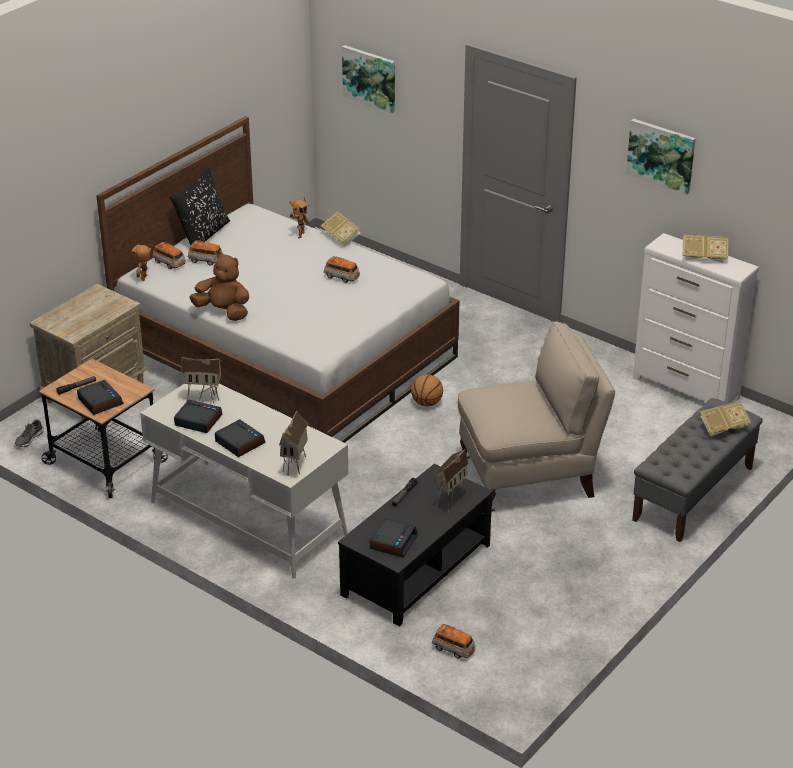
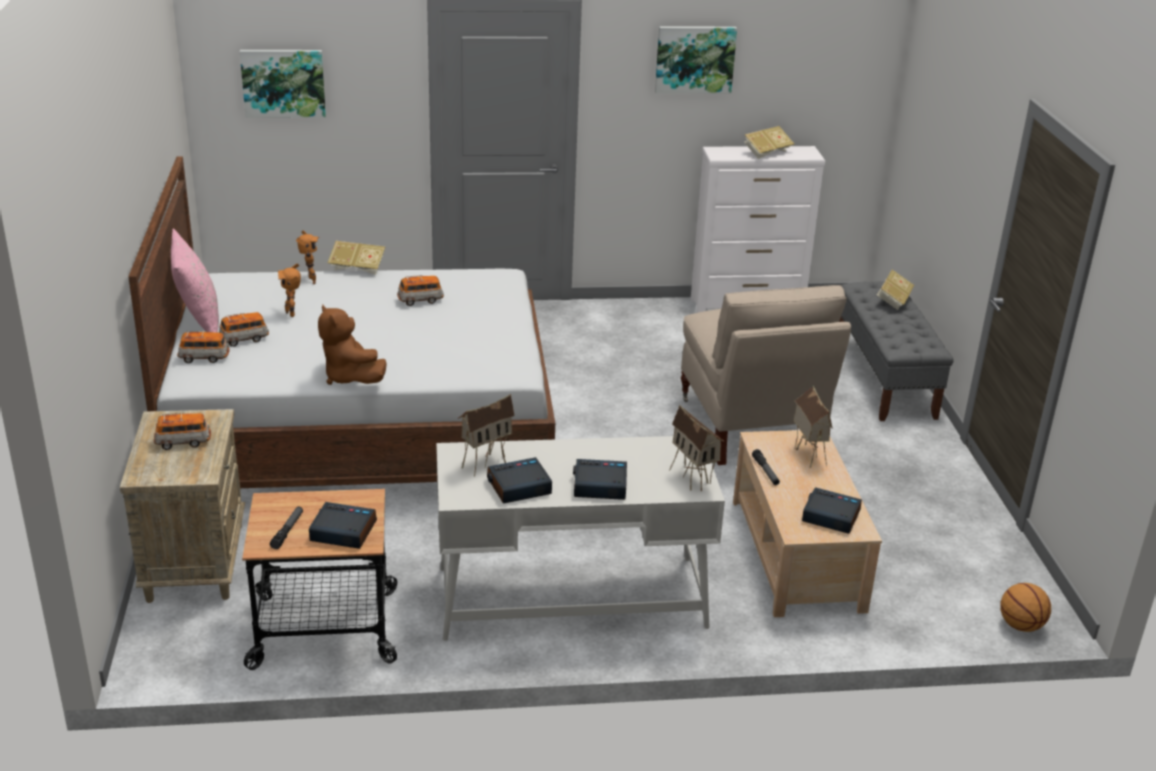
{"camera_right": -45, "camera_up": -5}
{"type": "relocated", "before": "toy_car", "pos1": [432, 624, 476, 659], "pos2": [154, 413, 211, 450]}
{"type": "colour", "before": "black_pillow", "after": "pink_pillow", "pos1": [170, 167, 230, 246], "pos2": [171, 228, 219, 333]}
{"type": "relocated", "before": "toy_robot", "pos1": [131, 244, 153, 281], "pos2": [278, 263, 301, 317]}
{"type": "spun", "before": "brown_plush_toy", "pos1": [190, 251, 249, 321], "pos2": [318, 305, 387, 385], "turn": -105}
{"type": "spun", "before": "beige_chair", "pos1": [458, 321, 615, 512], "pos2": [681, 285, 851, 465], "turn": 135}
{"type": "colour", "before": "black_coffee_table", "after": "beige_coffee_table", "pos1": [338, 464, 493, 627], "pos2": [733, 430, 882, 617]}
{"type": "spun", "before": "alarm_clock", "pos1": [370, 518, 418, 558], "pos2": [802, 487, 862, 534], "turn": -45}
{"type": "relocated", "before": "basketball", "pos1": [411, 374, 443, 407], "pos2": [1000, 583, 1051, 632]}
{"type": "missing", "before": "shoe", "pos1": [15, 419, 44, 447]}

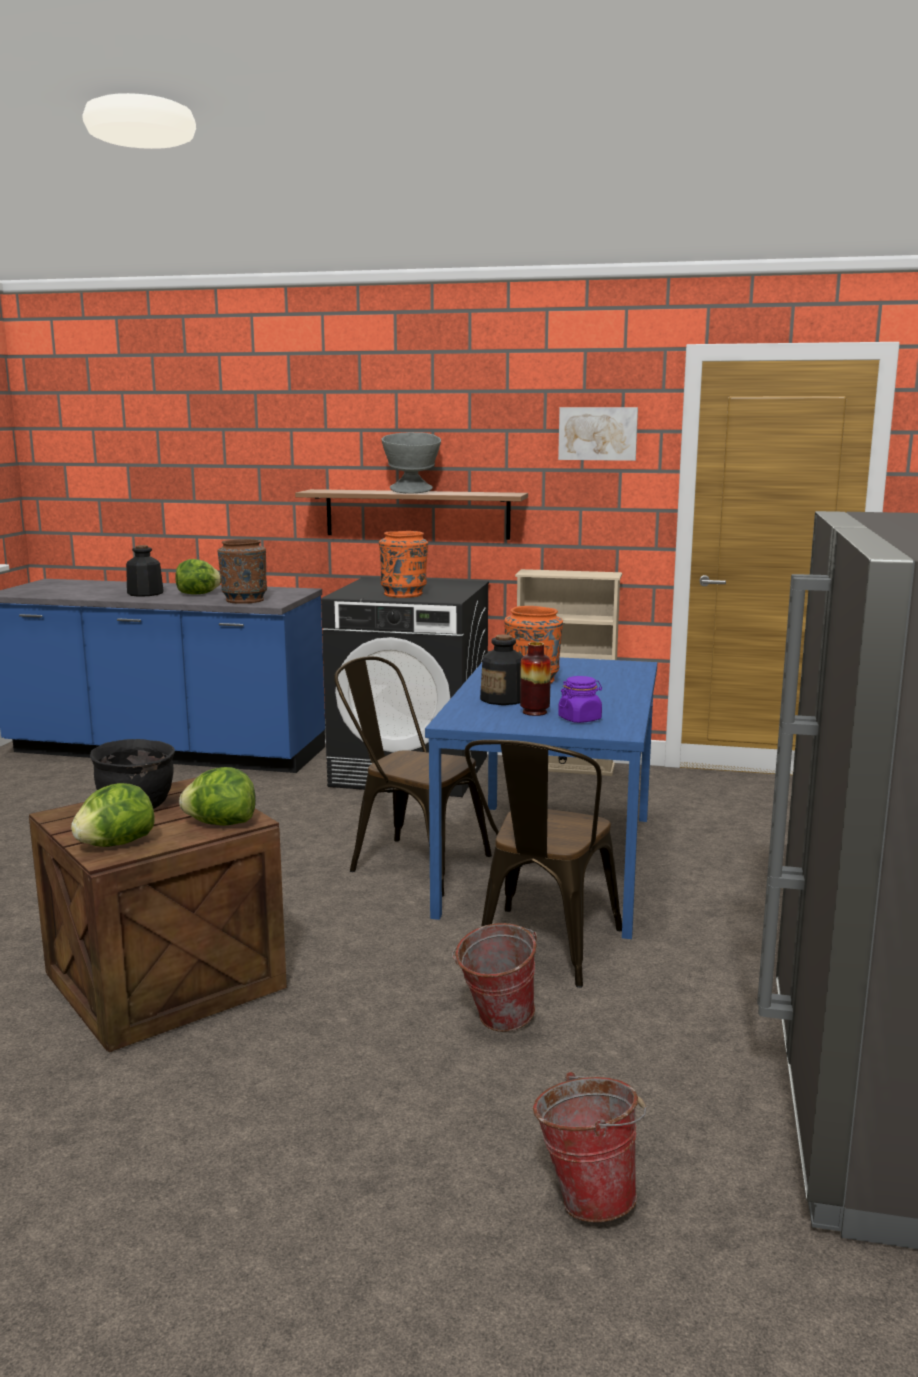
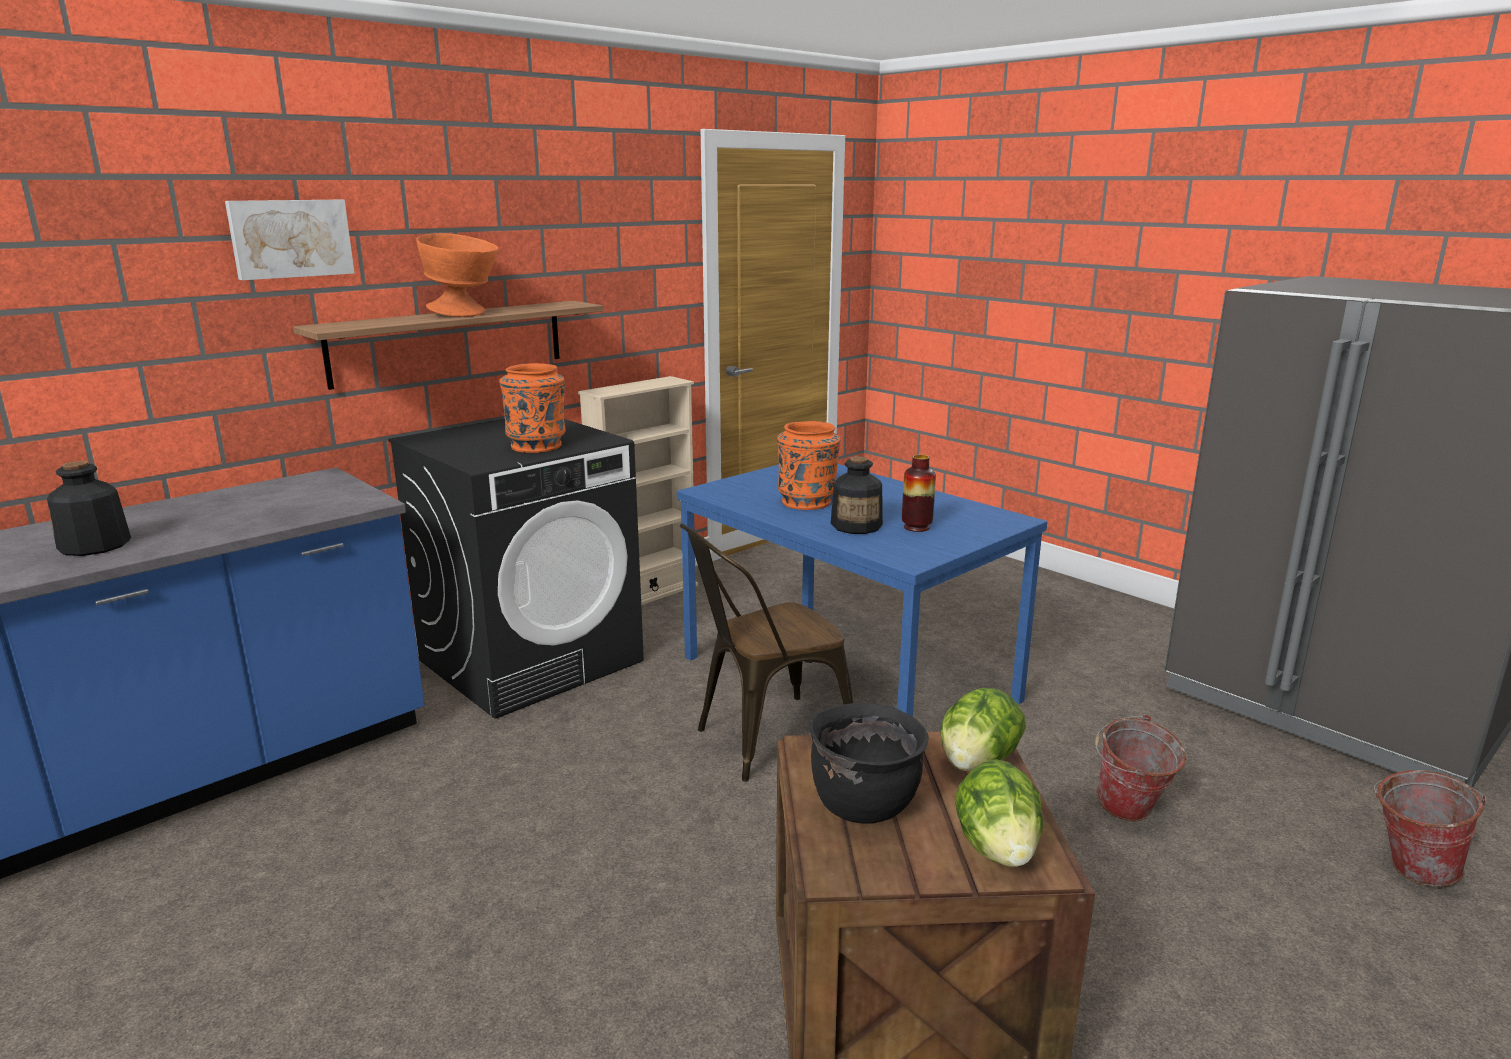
{"camera_right": -55, "camera_up": 5}
{"type": "relocated", "before": "picture", "pos1": [558, 407, 638, 461], "pos2": [225, 200, 355, 280]}
{"type": "colour", "before": "grey_bowl", "after": "orange_bowl", "pos1": [381, 432, 441, 494], "pos2": [416, 234, 499, 317]}
{"type": "missing", "before": "lettuce", "pos1": [175, 559, 221, 594]}
{"type": "missing", "before": "brown_vase", "pos1": [217, 539, 267, 604]}
{"type": "missing", "before": "brown_chair", "pos1": [465, 740, 622, 988]}
{"type": "missing", "before": "purple_jar", "pos1": [558, 676, 602, 723]}

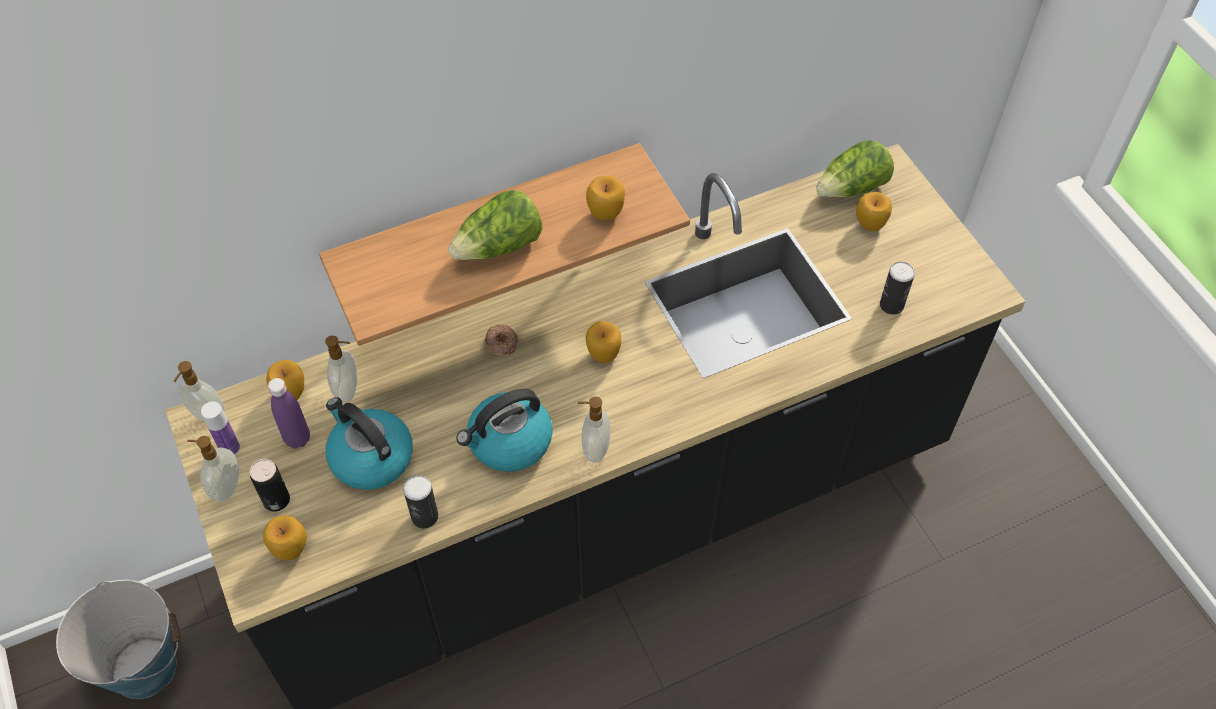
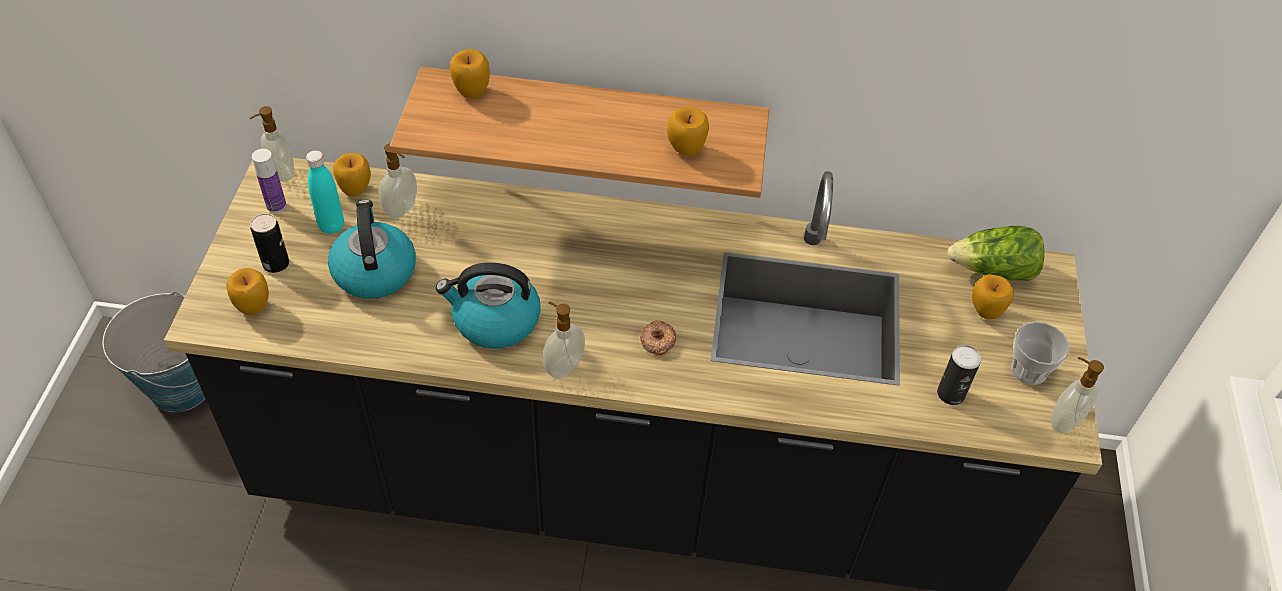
{"camera_right": 30, "camera_up": -5}
{"type": "colour", "before": "purple_bottle", "after": "turquoise_bottle", "pos1": [268, 378, 310, 449], "pos2": [306, 150, 344, 234]}
{"type": "relocated", "before": "apple", "pos1": [586, 321, 621, 363], "pos2": [450, 49, 490, 99]}
{"type": "relocated", "before": "donut", "pos1": [485, 324, 518, 356], "pos2": [640, 320, 676, 356]}
{"type": "appeared", "after": "cup", "pos2": [1011, 321, 1070, 385]}
{"type": "relocated", "before": "soap_dispenser", "pos1": [187, 436, 239, 501], "pos2": [1051, 357, 1104, 433]}
{"type": "missing", "before": "can", "pos1": [403, 475, 438, 528]}
{"type": "missing", "before": "lettuce", "pos1": [448, 190, 542, 260]}

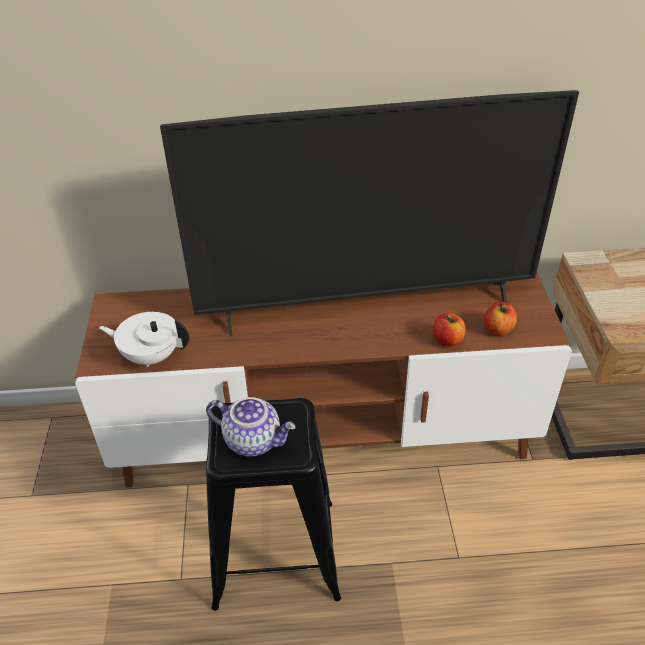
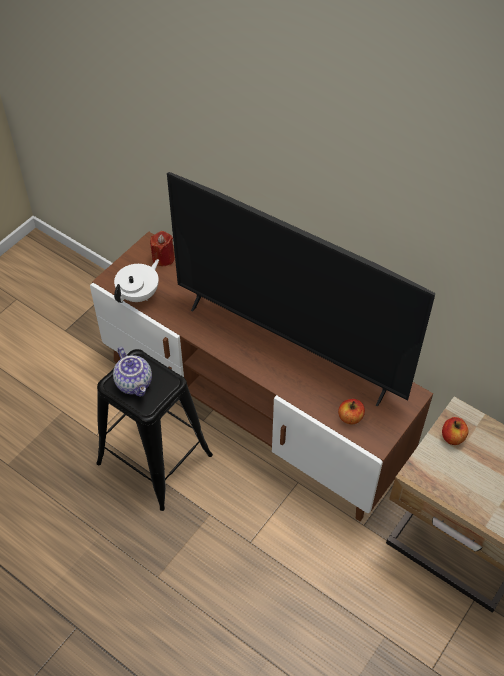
{"camera_right": 40, "camera_up": 10}
{"type": "spun", "before": "white_teapot", "pos1": [99, 312, 189, 367], "pos2": [114, 259, 159, 303], "turn": 75}
{"type": "appeared", "after": "red_candle", "pos2": [150, 231, 175, 266]}
{"type": "relocated", "before": "apple", "pos1": [433, 312, 465, 347], "pos2": [442, 417, 468, 445]}

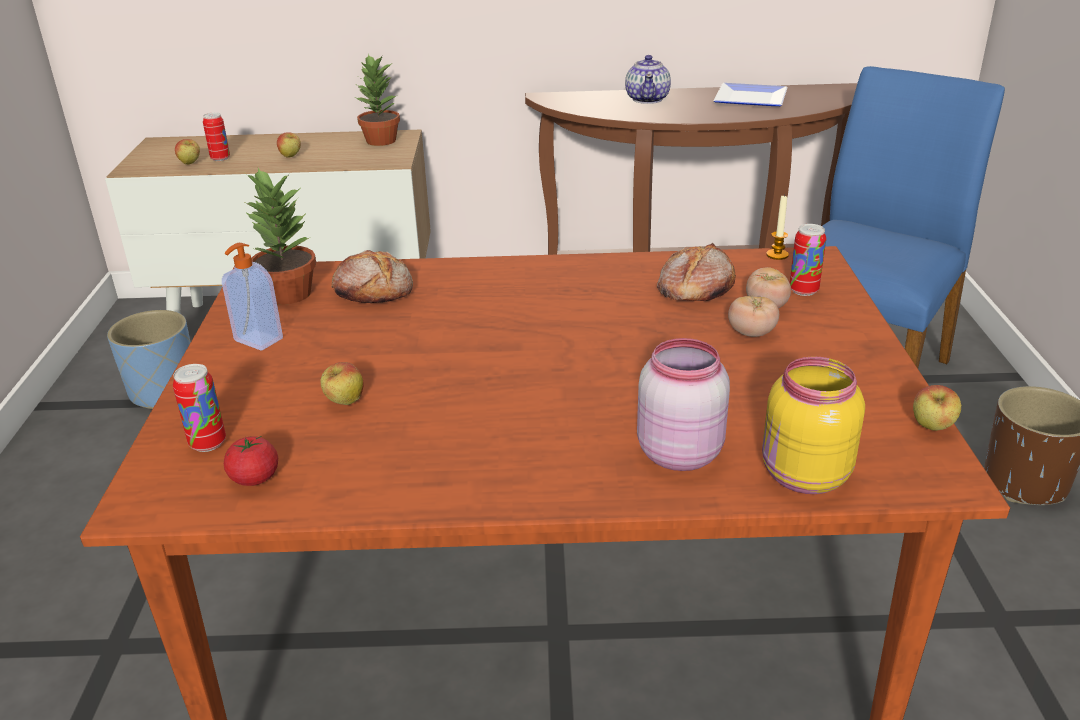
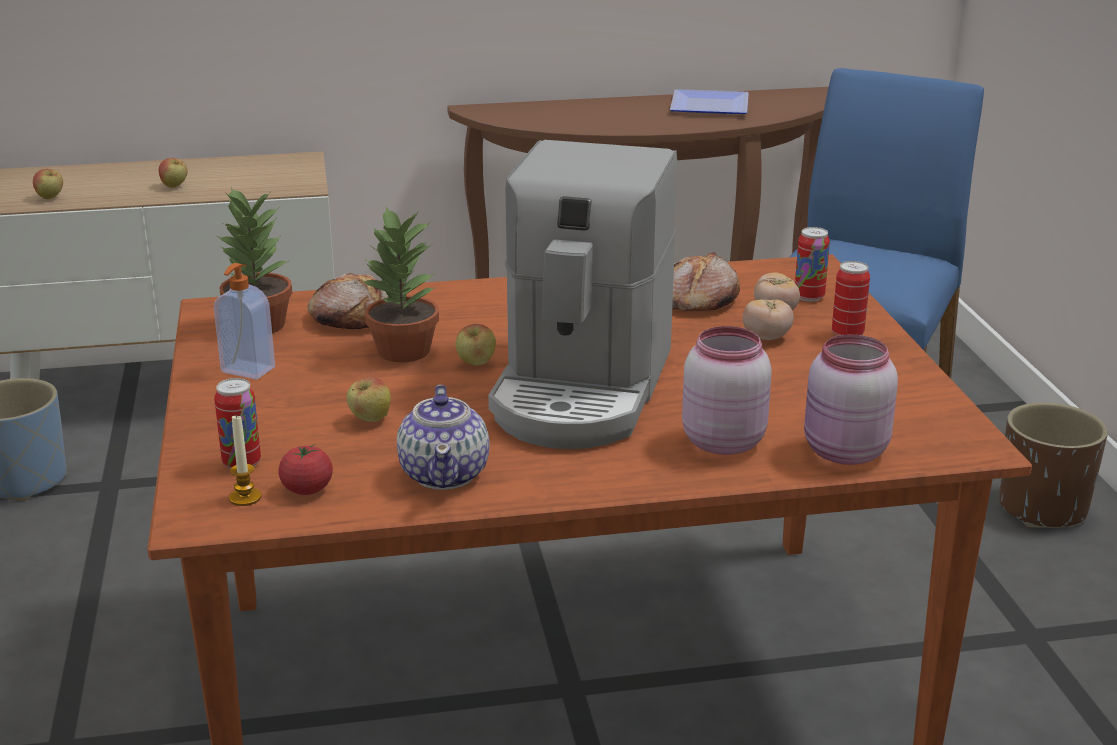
{"camera_right": -10, "camera_up": -5}
{"type": "relocated", "before": "candle", "pos1": [766, 194, 789, 260], "pos2": [229, 415, 262, 506]}
{"type": "relocated", "before": "potted_plant", "pos1": [357, 54, 400, 146], "pos2": [360, 207, 439, 362]}
{"type": "relocated", "before": "teapot", "pos1": [625, 55, 671, 104], "pos2": [397, 385, 489, 490]}
{"type": "relocated", "before": "apple", "pos1": [913, 385, 961, 431], "pos2": [455, 324, 496, 366]}
{"type": "appeared", "after": "coffee_machine", "pos2": [488, 140, 677, 449]}
{"type": "colour", "before": "yellow_jar", "after": "pink_jar", "pos1": [762, 356, 865, 494], "pos2": [804, 334, 898, 465]}
{"type": "relocated", "before": "can", "pos1": [203, 112, 230, 161], "pos2": [832, 261, 870, 336]}

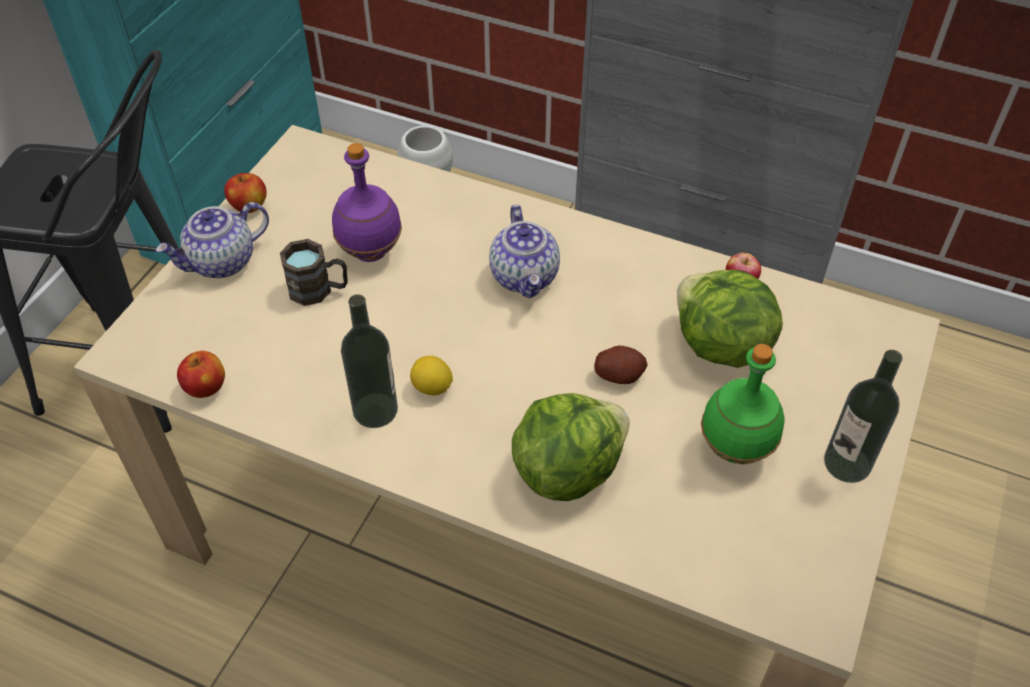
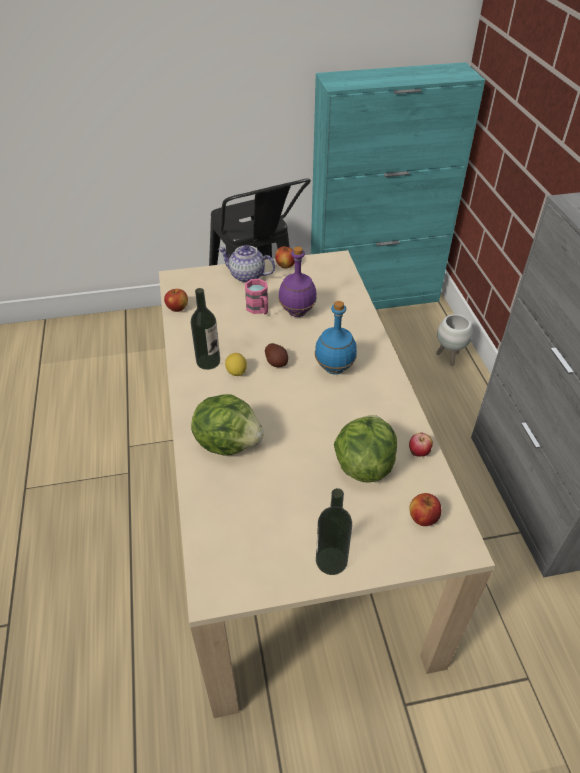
{"camera_right": 55, "camera_up": -5}
{"type": "colour", "before": "brown_mug", "after": "pink_mug", "pos1": [280, 239, 348, 306], "pos2": [245, 279, 268, 314]}
{"type": "relocated", "before": "potato", "pos1": [594, 345, 648, 384], "pos2": [265, 343, 288, 367]}
{"type": "exchanged", "before": "teapot", "after": "blue_bottle", "pos1": [489, 205, 560, 299], "pos2": [315, 301, 357, 375]}
{"type": "appeared", "after": "apple", "pos2": [409, 493, 441, 526]}
{"type": "missing", "before": "green_bottle", "pos1": [701, 344, 785, 464]}

